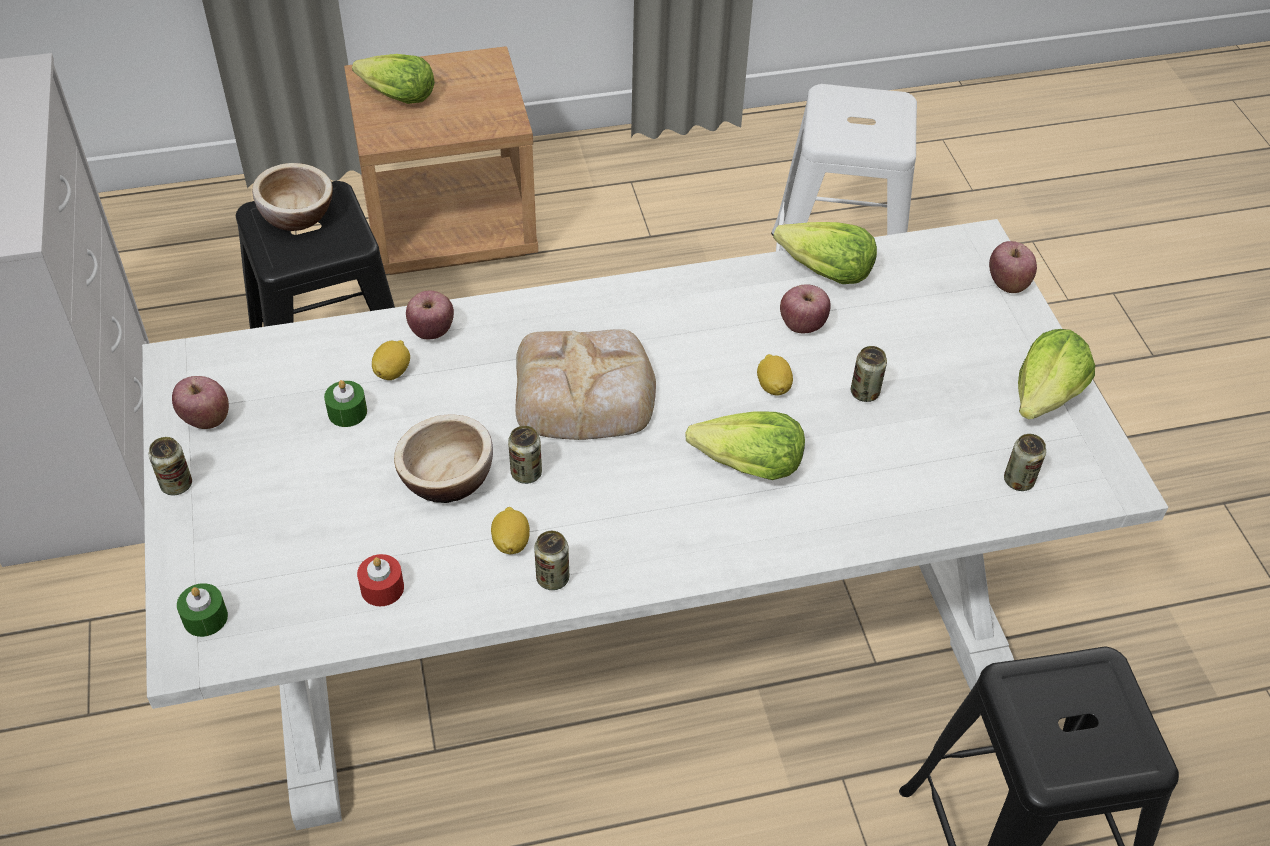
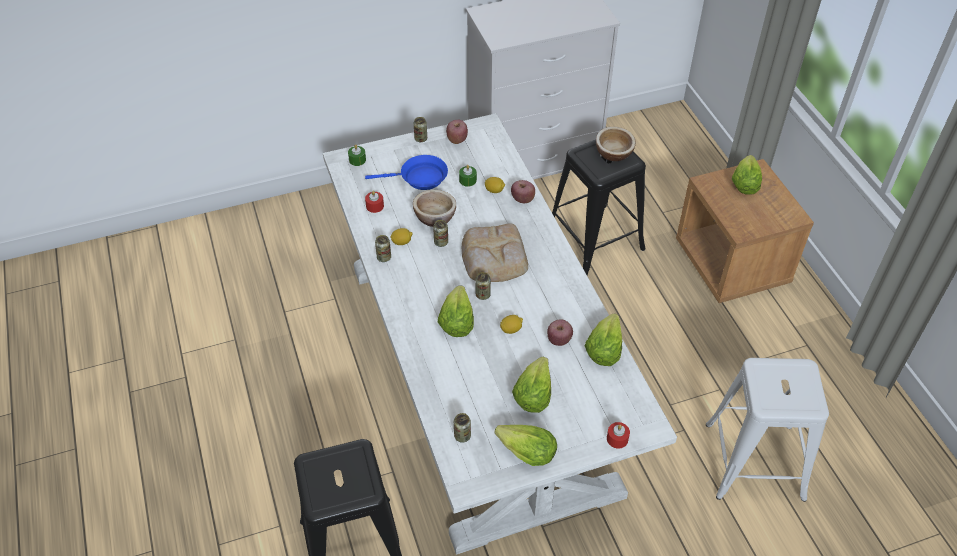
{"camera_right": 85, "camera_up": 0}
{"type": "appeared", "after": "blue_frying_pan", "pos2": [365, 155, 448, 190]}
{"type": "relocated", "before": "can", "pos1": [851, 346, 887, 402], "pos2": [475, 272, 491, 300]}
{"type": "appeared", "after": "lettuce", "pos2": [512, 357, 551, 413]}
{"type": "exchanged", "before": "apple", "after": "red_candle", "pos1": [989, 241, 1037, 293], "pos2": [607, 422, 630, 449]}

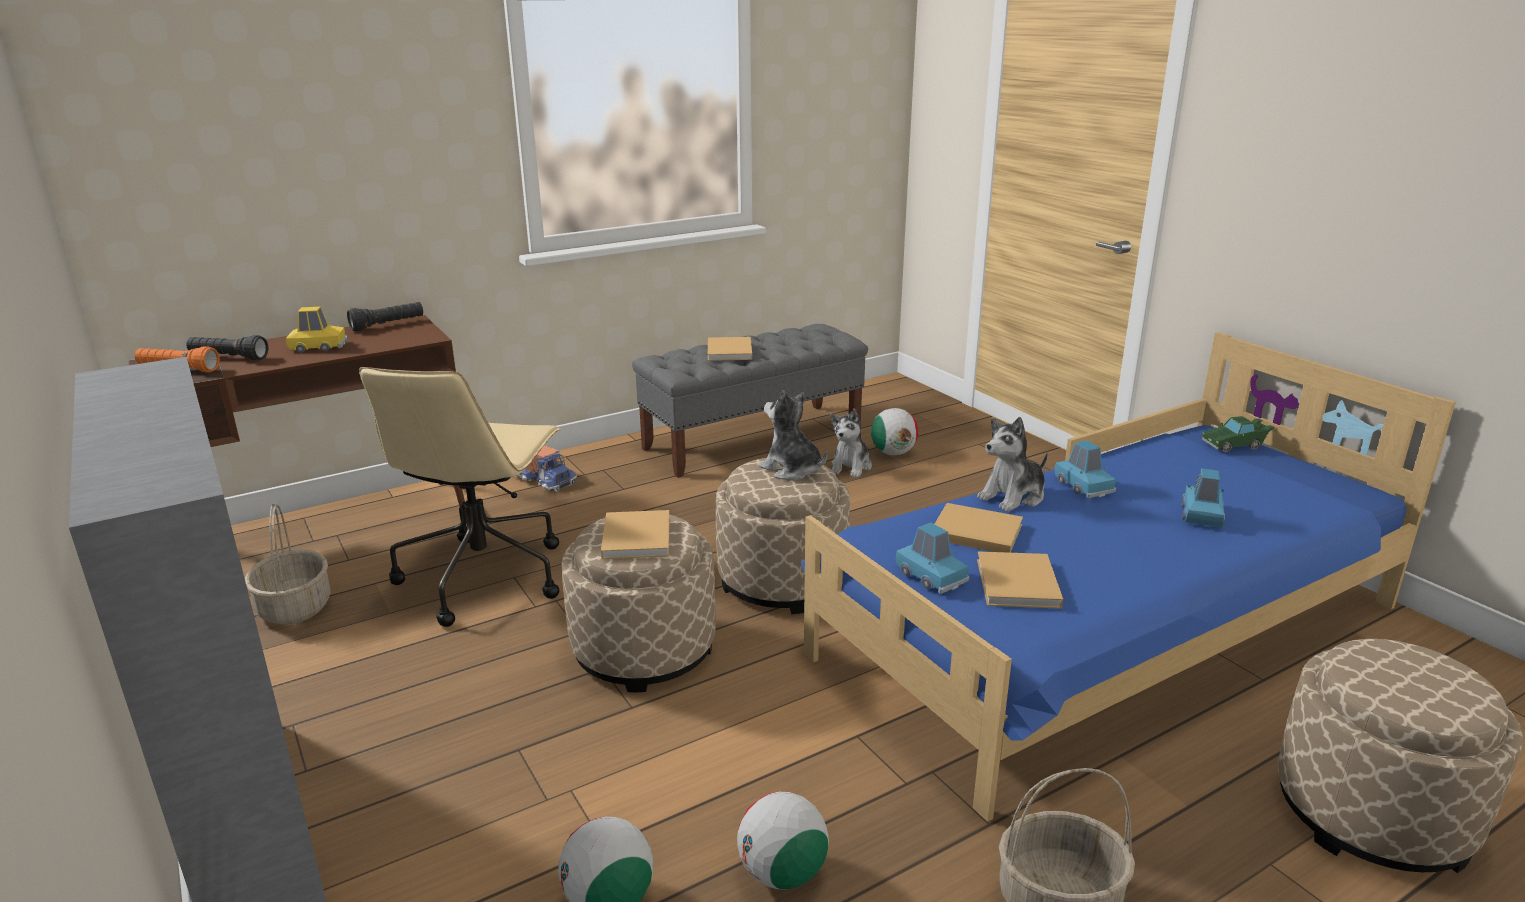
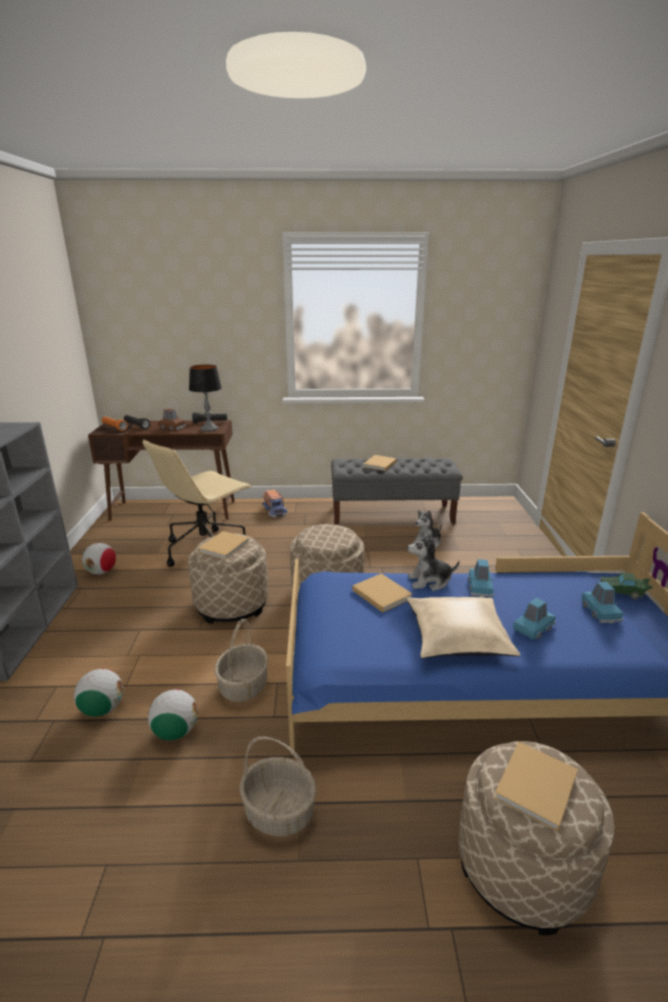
{"camera_right": 30, "camera_up": 0}
{"type": "relocated", "before": "football", "pos1": [871, 408, 919, 455], "pos2": [82, 543, 116, 574]}
{"type": "colour", "before": "yellow_toy_car", "after": "brown_toy_car", "pos1": [286, 307, 347, 353], "pos2": [158, 409, 186, 430]}
{"type": "appeared", "after": "table_lamp", "pos2": [189, 365, 222, 432]}
{"type": "relocated", "before": "basket", "pos1": [245, 504, 331, 625], "pos2": [215, 619, 268, 702]}
{"type": "appeared", "after": "beige_pillow", "pos2": [406, 597, 520, 658]}
{"type": "relocated", "before": "beige_book", "pos1": [977, 551, 1063, 609], "pos2": [494, 742, 578, 832]}
{"type": "relocated", "before": "blue_toy_car", "pos1": [896, 523, 970, 594], "pos2": [582, 582, 623, 623]}
{"type": "missing", "before": "plush_toy", "pos1": [758, 390, 828, 481]}

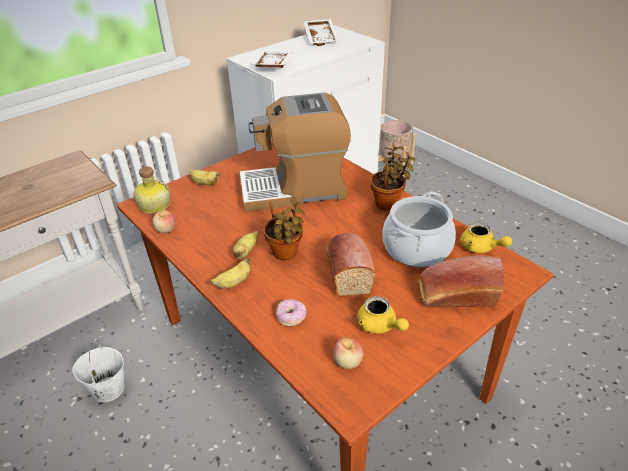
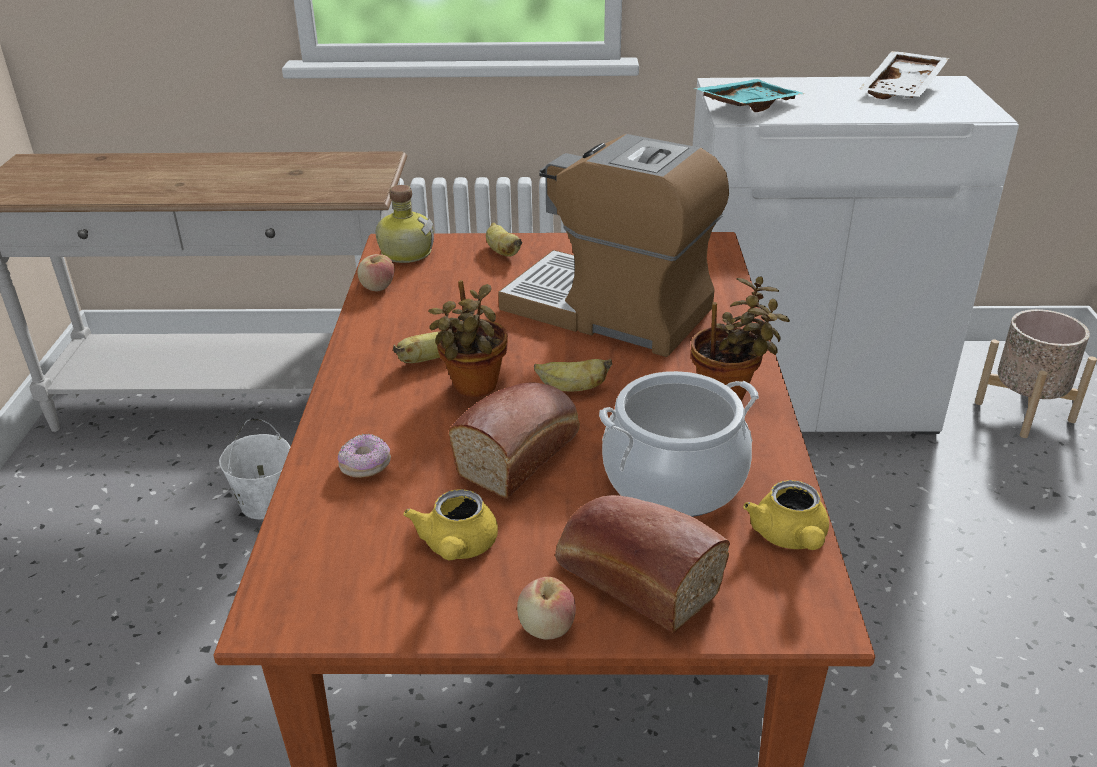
{"camera_right": 40, "camera_up": -5}
{"type": "relocated", "before": "apple", "pos1": [333, 338, 363, 369], "pos2": [517, 577, 576, 640]}
{"type": "relocated", "before": "banana", "pos1": [211, 258, 251, 289], "pos2": [534, 359, 612, 391]}
{"type": "colour", "before": "white_tray", "after": "turquoise_tray", "pos1": [251, 51, 292, 68], "pos2": [694, 79, 805, 112]}

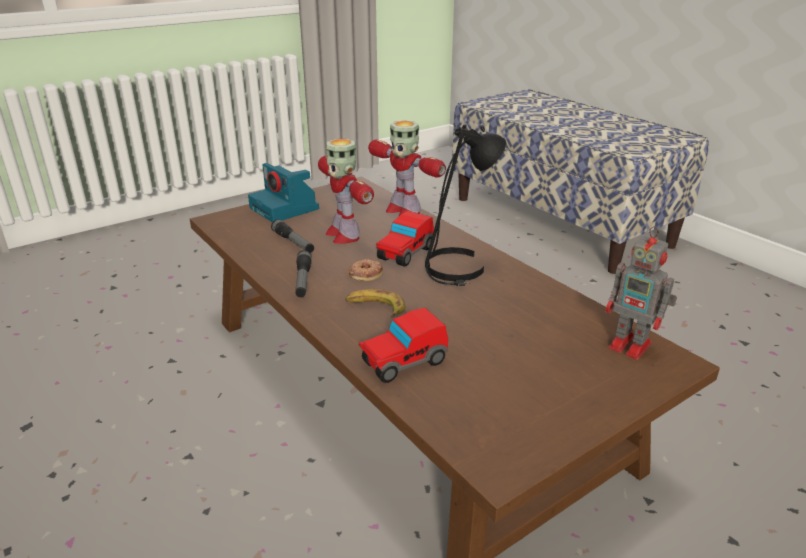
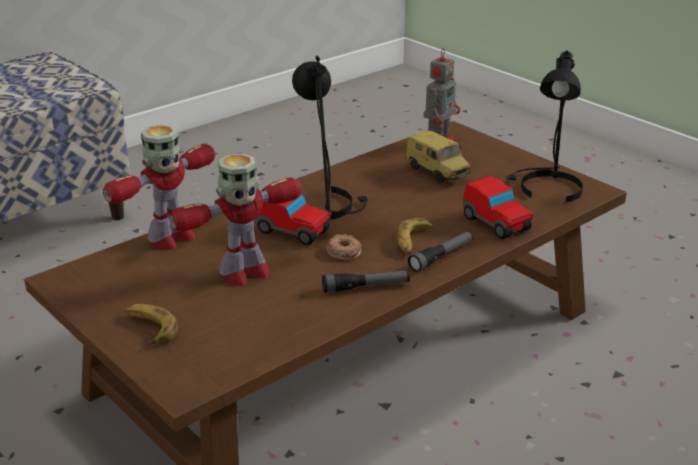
{"camera_right": -95, "camera_up": 0}
{"type": "exchanged", "before": "photo_camera", "after": "banana", "pos1": [248, 163, 319, 222], "pos2": [125, 304, 178, 344]}
{"type": "appeared", "after": "toy_car", "pos2": [405, 130, 471, 184]}
{"type": "relocated", "before": "flashlight", "pos1": [271, 219, 314, 253], "pos2": [408, 231, 474, 272]}
{"type": "appeared", "after": "black_table_lamp", "pos2": [507, 50, 583, 203]}

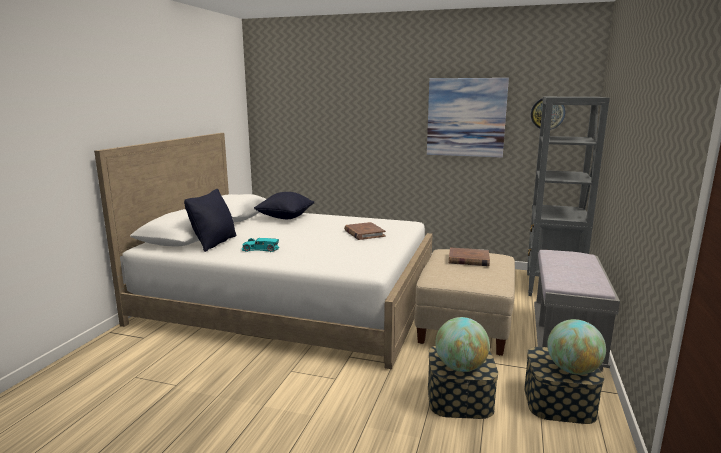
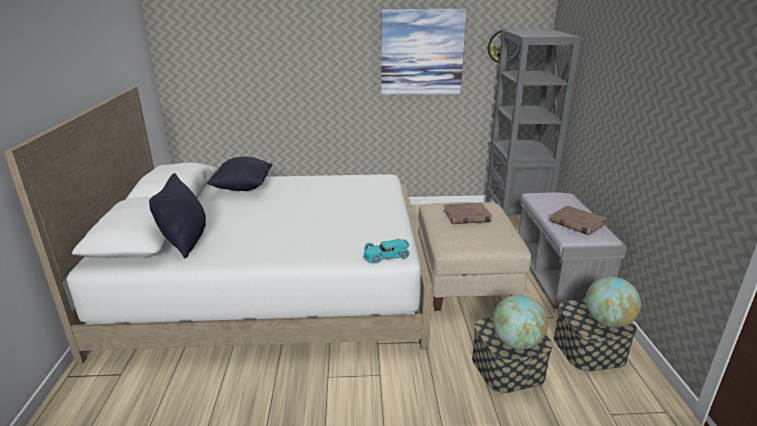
{"camera_right": -20, "camera_up": 10}
{"type": "relocated", "before": "turquoise_toy_car", "pos1": [242, 238, 279, 252], "pos2": [363, 238, 410, 264]}
{"type": "relocated", "before": "brown_book", "pos1": [344, 222, 386, 240], "pos2": [550, 205, 607, 235]}

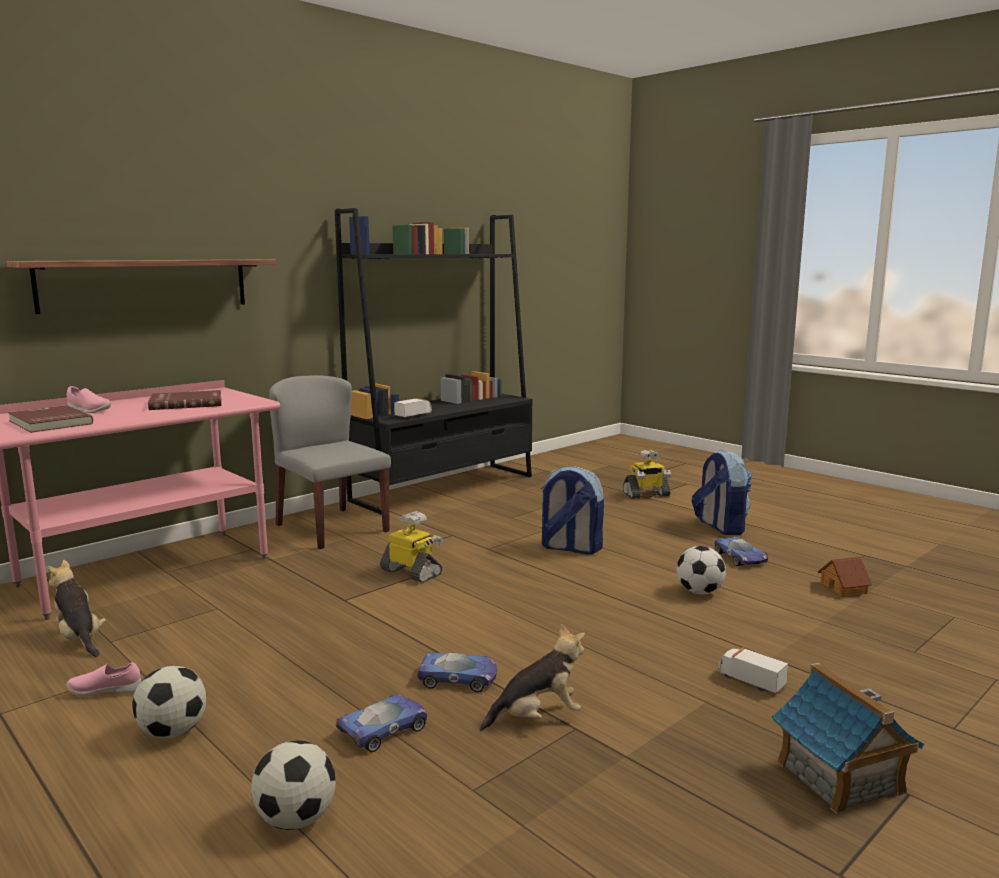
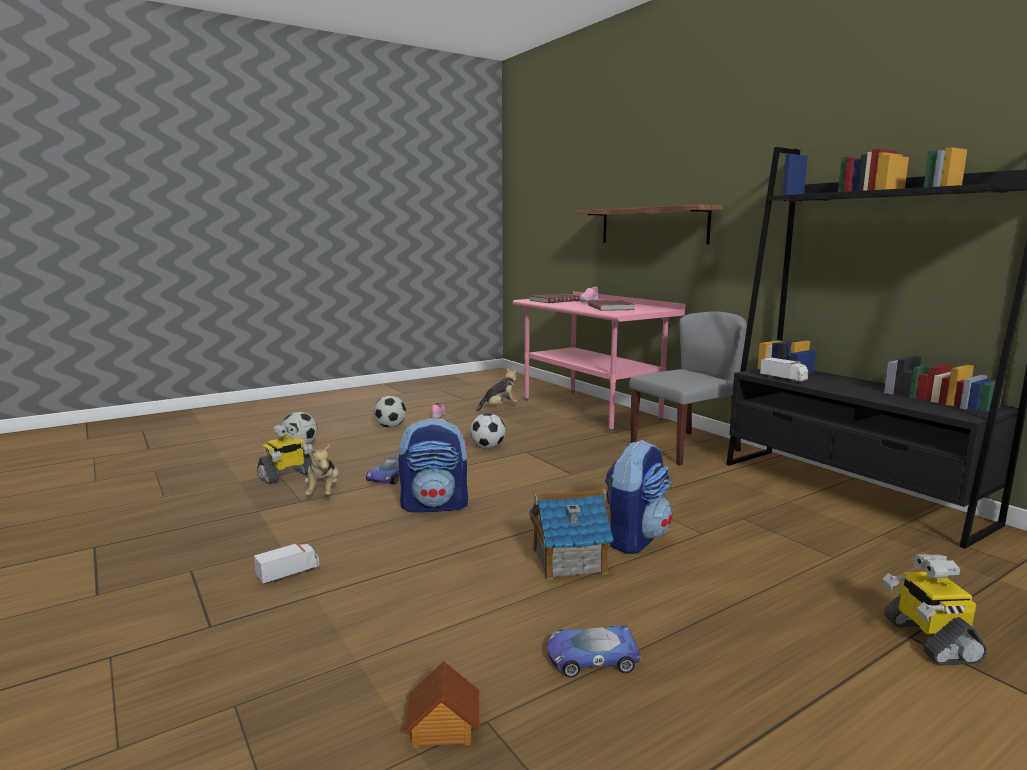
{"camera_right": 100, "camera_up": 0}
{"type": "relocated", "before": "toy_robot", "pos1": [380, 511, 444, 583], "pos2": [257, 423, 313, 484]}
{"type": "relocated", "before": "backpack", "pos1": [692, 450, 752, 535], "pos2": [399, 419, 468, 512]}
{"type": "relocated", "before": "football", "pos1": [677, 546, 726, 595], "pos2": [470, 413, 505, 448]}
{"type": "relocated", "before": "toy_house", "pos1": [772, 663, 924, 814], "pos2": [529, 489, 614, 580]}
{"type": "missing", "before": "toy_car", "pos1": [335, 694, 427, 752]}

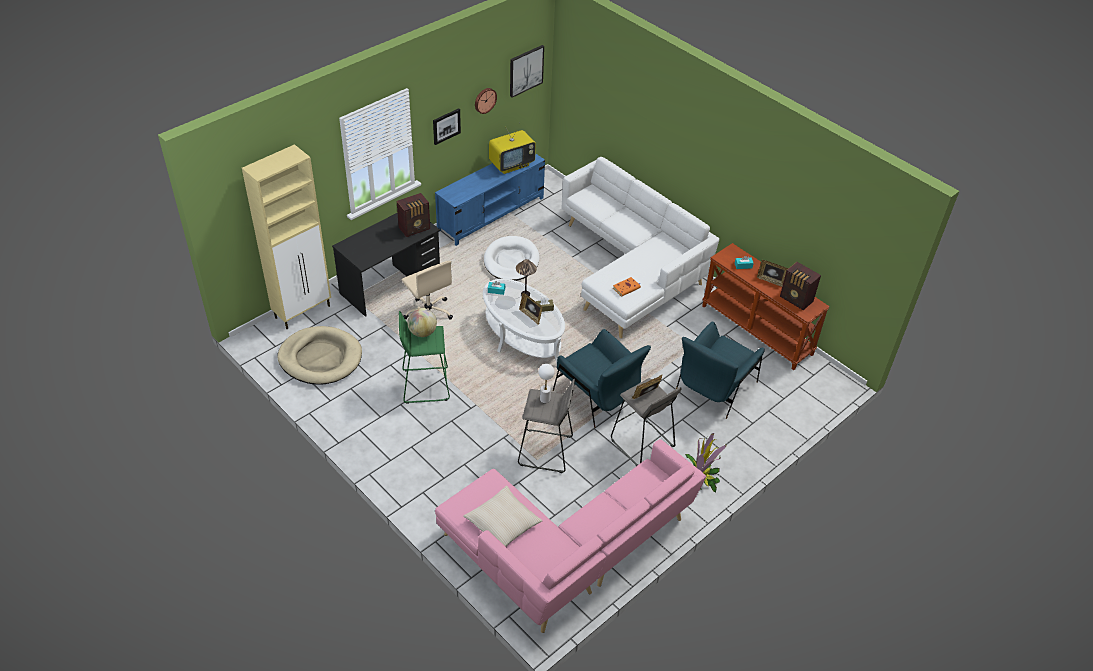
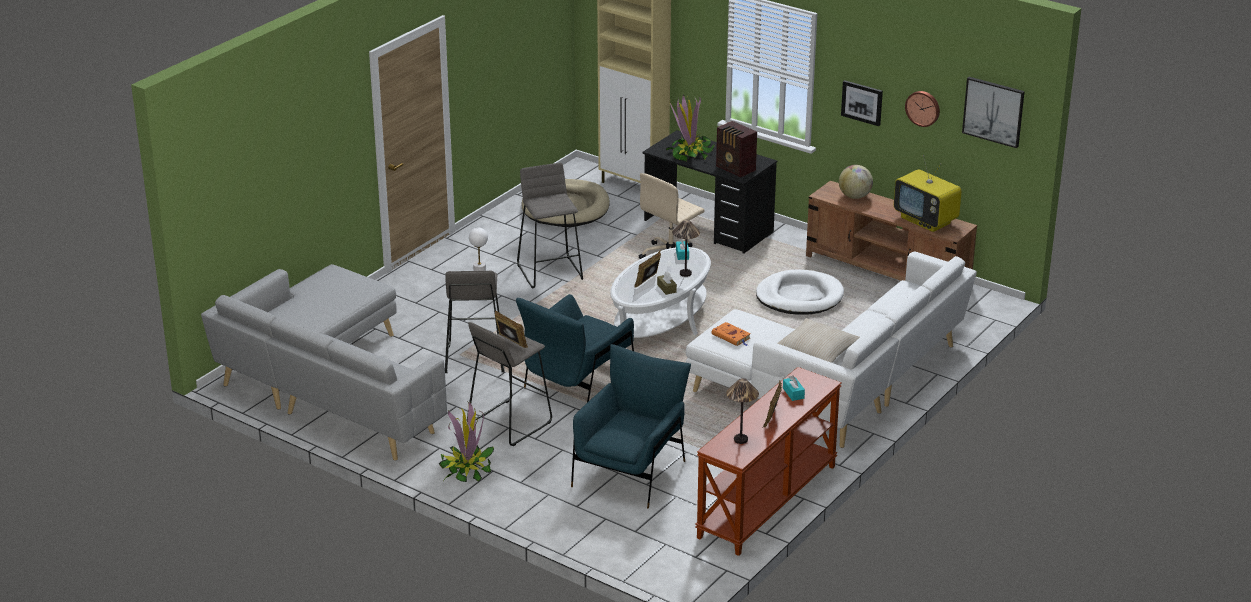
{"camera_right": 80, "camera_up": -15}
{"type": "colour", "before": "pink_sofa", "after": "grey_sofa", "pos1": [435, 439, 706, 633], "pos2": [201, 264, 447, 461]}
{"type": "colour", "before": "green_stool", "after": "grey_stool", "pos1": [399, 311, 450, 404], "pos2": [517, 163, 583, 289]}
{"type": "spun", "before": "blue_armchair", "pos1": [676, 321, 765, 419], "pos2": [571, 344, 691, 509], "turn": 90}
{"type": "appeared", "after": "potted_plant", "pos2": [666, 94, 714, 162]}
{"type": "exchanged", "before": "radio", "after": "table_lamp", "pos1": [780, 262, 821, 310], "pos2": [726, 378, 759, 444]}
{"type": "relocated", "before": "beige_pillow", "pos1": [463, 486, 543, 547], "pos2": [777, 318, 860, 363]}
{"type": "colour", "before": "blue_tv_stand", "after": "brown_tv_stand", "pos1": [435, 153, 545, 246], "pos2": [806, 181, 977, 281]}
{"type": "relocated", "before": "globe", "pos1": [408, 308, 437, 337], "pos2": [839, 165, 873, 199]}

